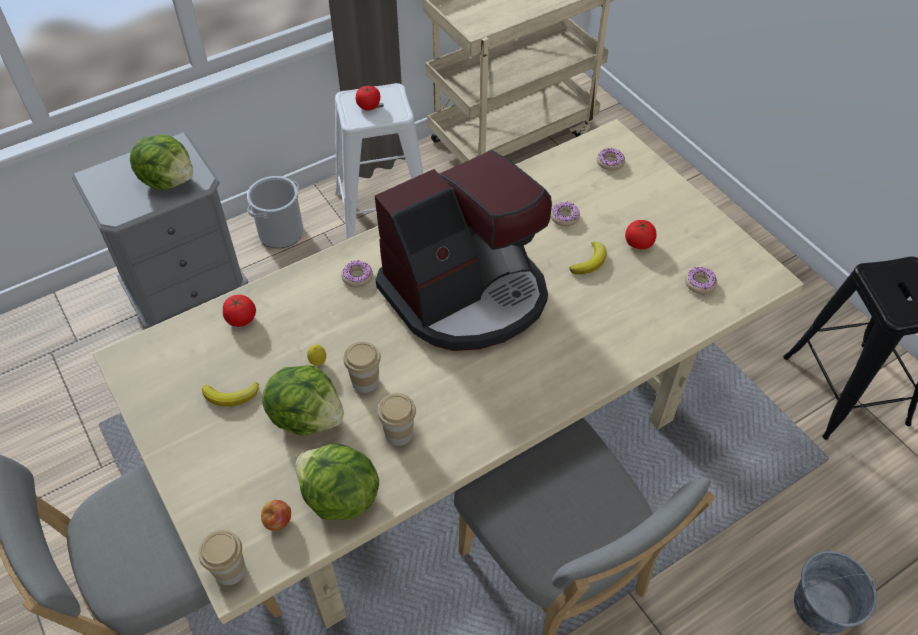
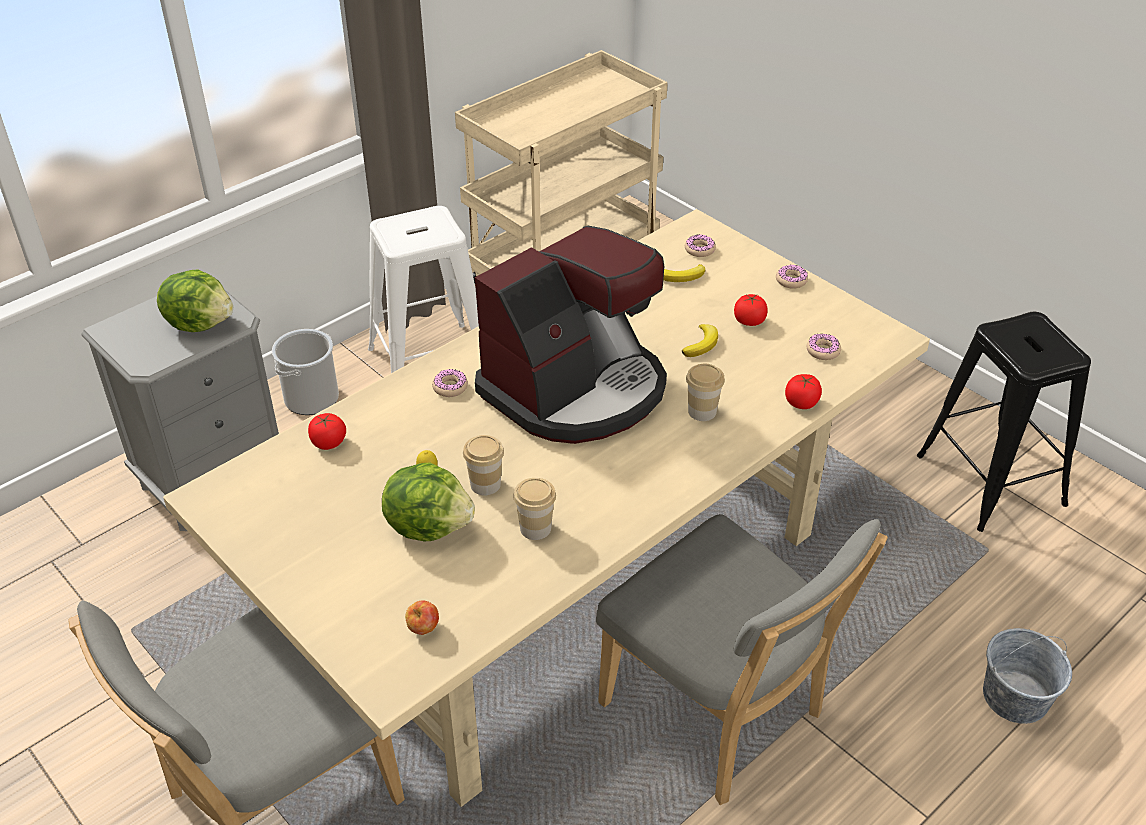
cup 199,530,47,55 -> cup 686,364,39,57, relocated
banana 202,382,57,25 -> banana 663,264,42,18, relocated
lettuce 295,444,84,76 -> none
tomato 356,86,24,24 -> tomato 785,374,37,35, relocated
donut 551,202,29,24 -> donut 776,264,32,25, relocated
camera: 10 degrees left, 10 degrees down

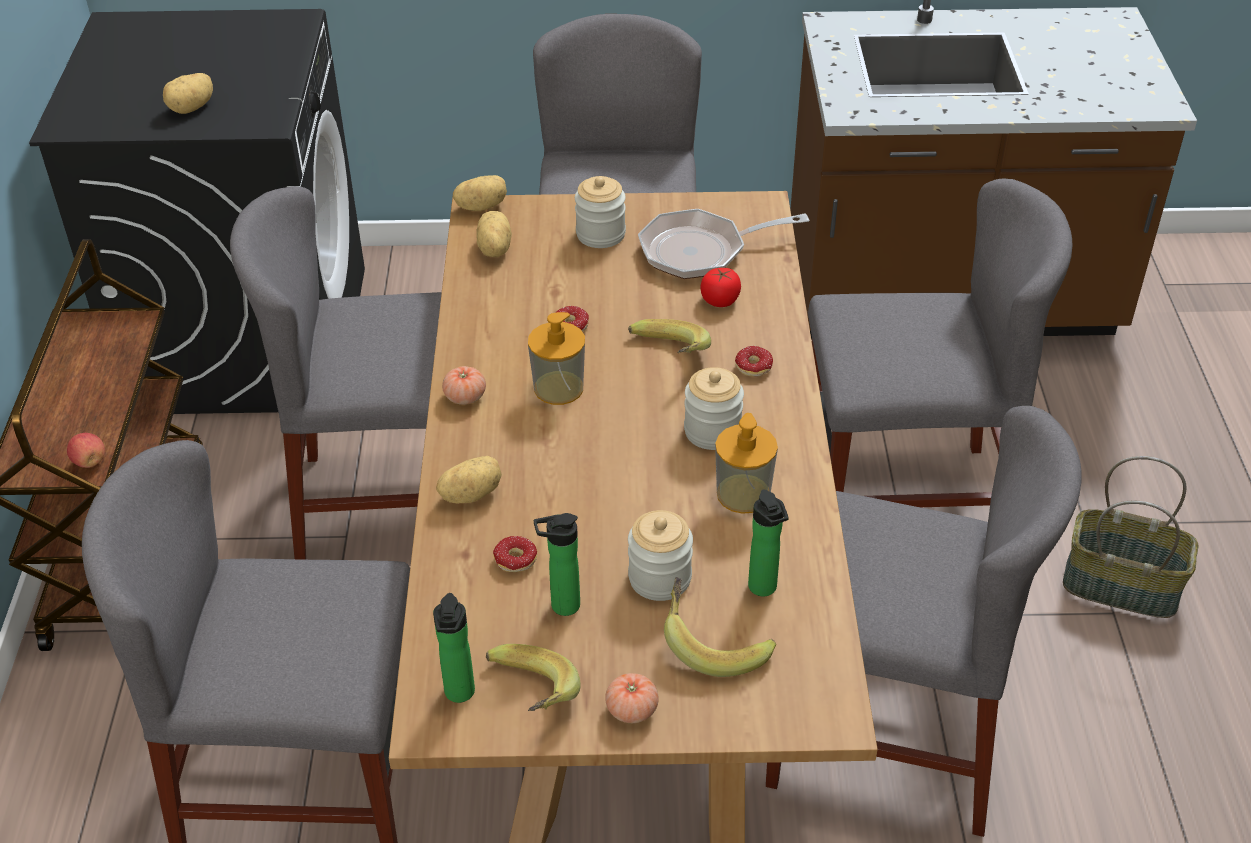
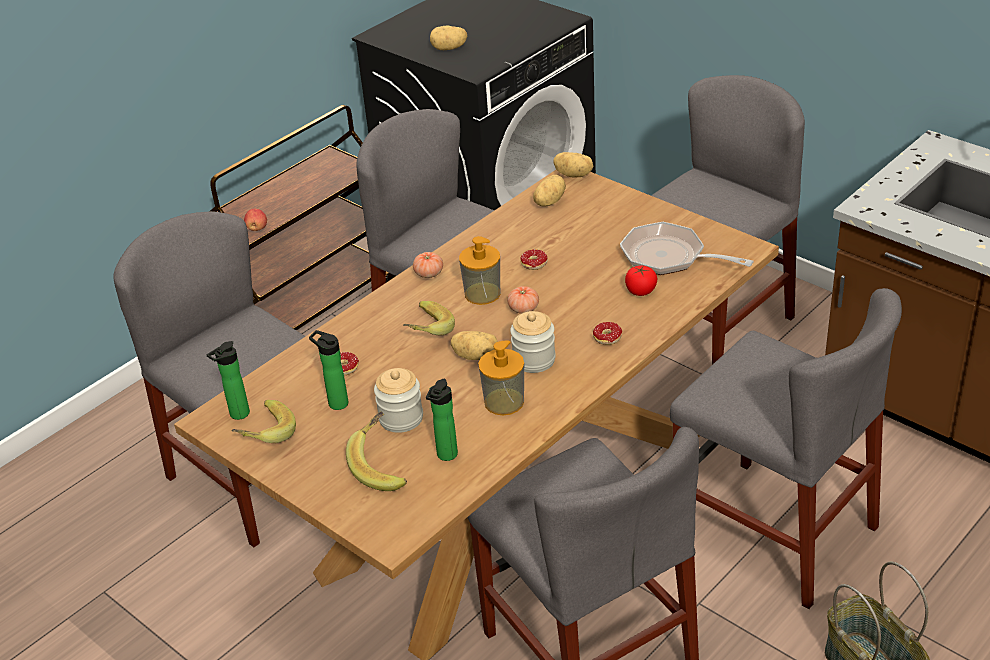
potato 436,456,66,47 -> potato 451,331,47,29, relocated
jar 575,176,51,72 -> none
tomato 605,673,54,50 -> tomato 507,286,32,28, relocated
banana 628,319,83,34 -> banana 403,301,52,35, relocated
camera: 45 degrees right, 5 degrees down

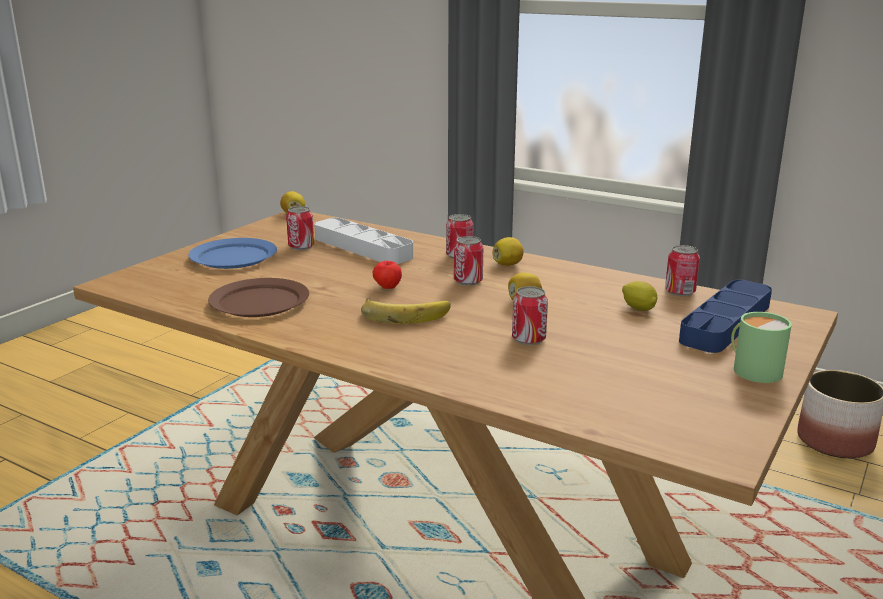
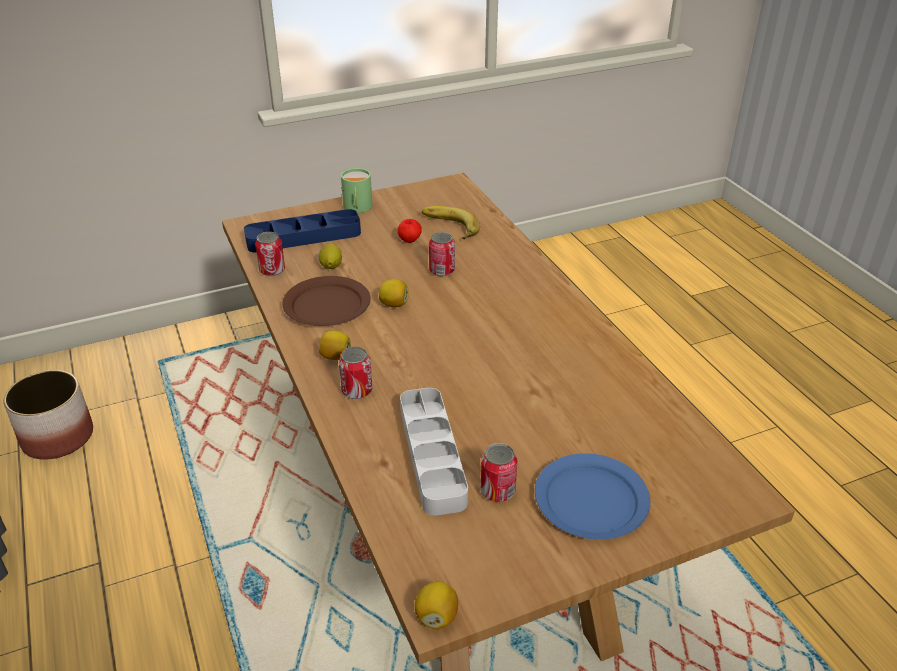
brown plate 208,278,101,39 -> brown plate 282,276,89,50, relocated
banana 361,296,90,28 -> banana 422,206,58,33, relocated
apple 373,261,29,28 -> apple 398,219,24,24, relocated
can 454,236,29,50 -> none
camera: 145 degrees left, 15 degrees up

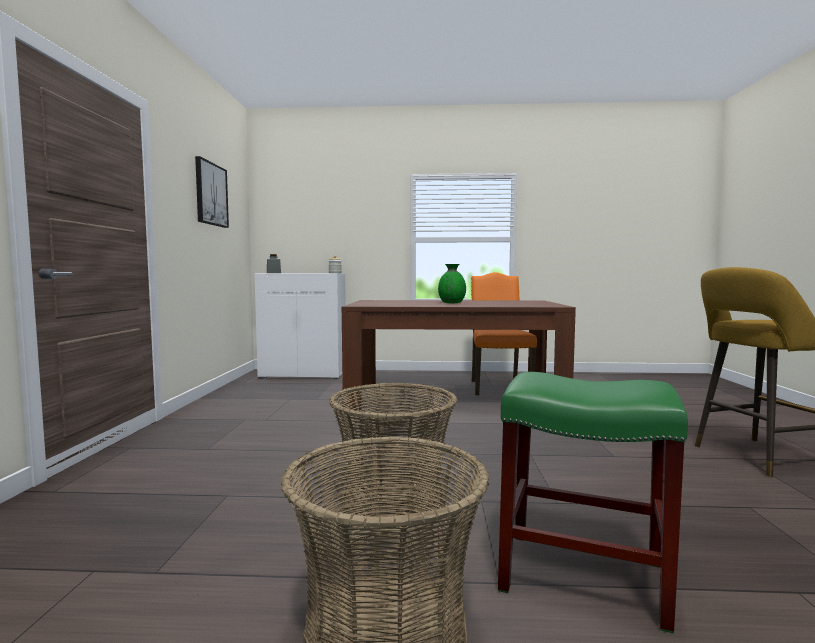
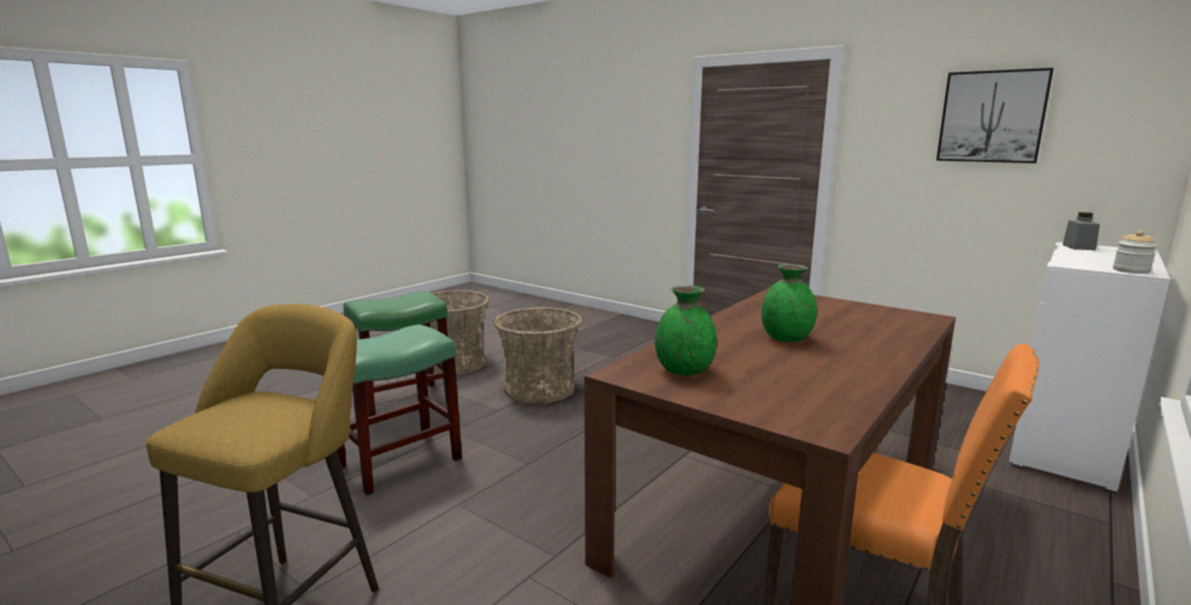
none -> green stool 337,325,125,171
none -> green vase 655,285,62,91
camera: 125 degrees right, 10 degrees up

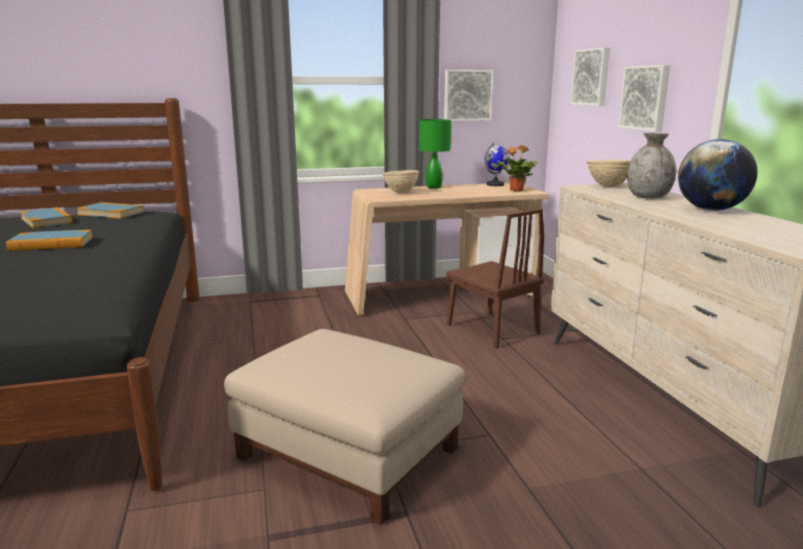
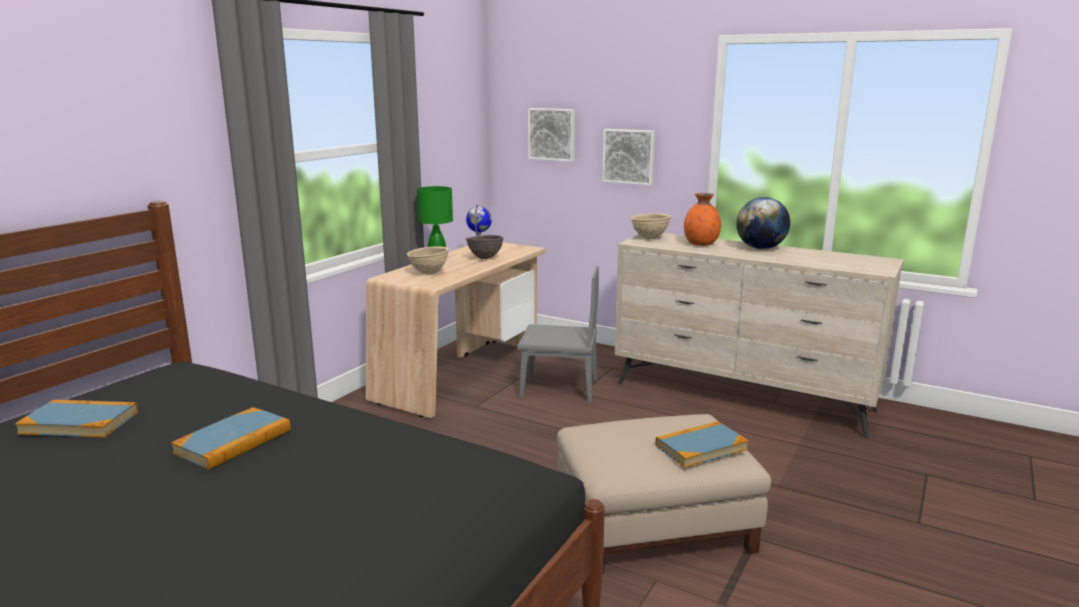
book 76,202,68,17 -> book 655,421,94,47, relocated
picture 444,70,49,51 -> none
brown chair 446,208,98,141 -> grey chair 517,266,82,137
potted plant 497,146,41,46 -> none
grey vase 627,133,49,66 -> orange vase 684,193,37,53
none -> brown bowl 466,235,37,24
camera: 45 degrees left, 0 degrees up

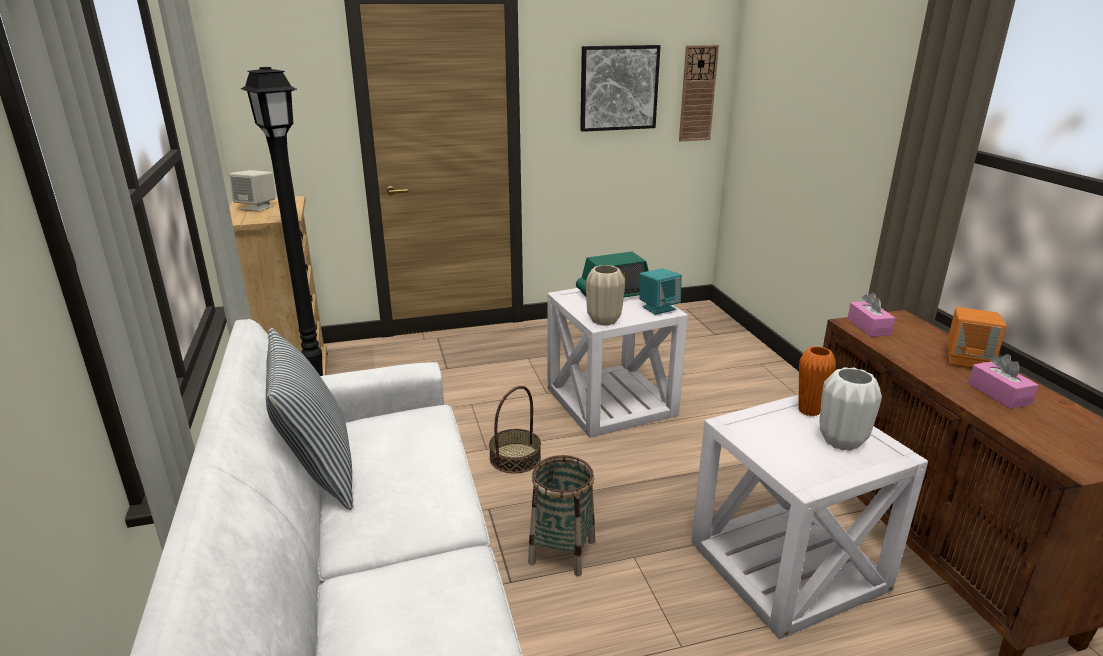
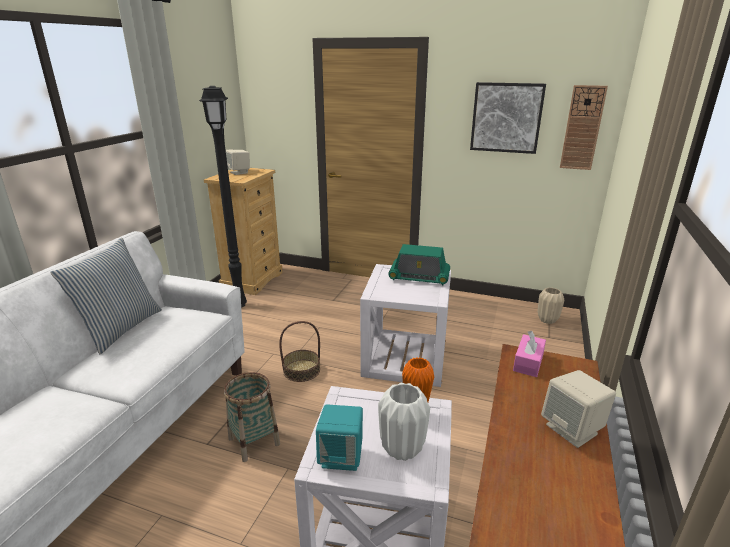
beige vase 586,265,39,61 -> beige vase 538,288,26,36, relocated
turquoise speaker 639,268,43,47 -> turquoise speaker 316,404,47,67, relocated
orange speaker 947,307,60,61 -> beige speaker 541,370,75,78
pink tissue box 968,354,71,55 -> none
camera: 35 degrees right, 0 degrees up

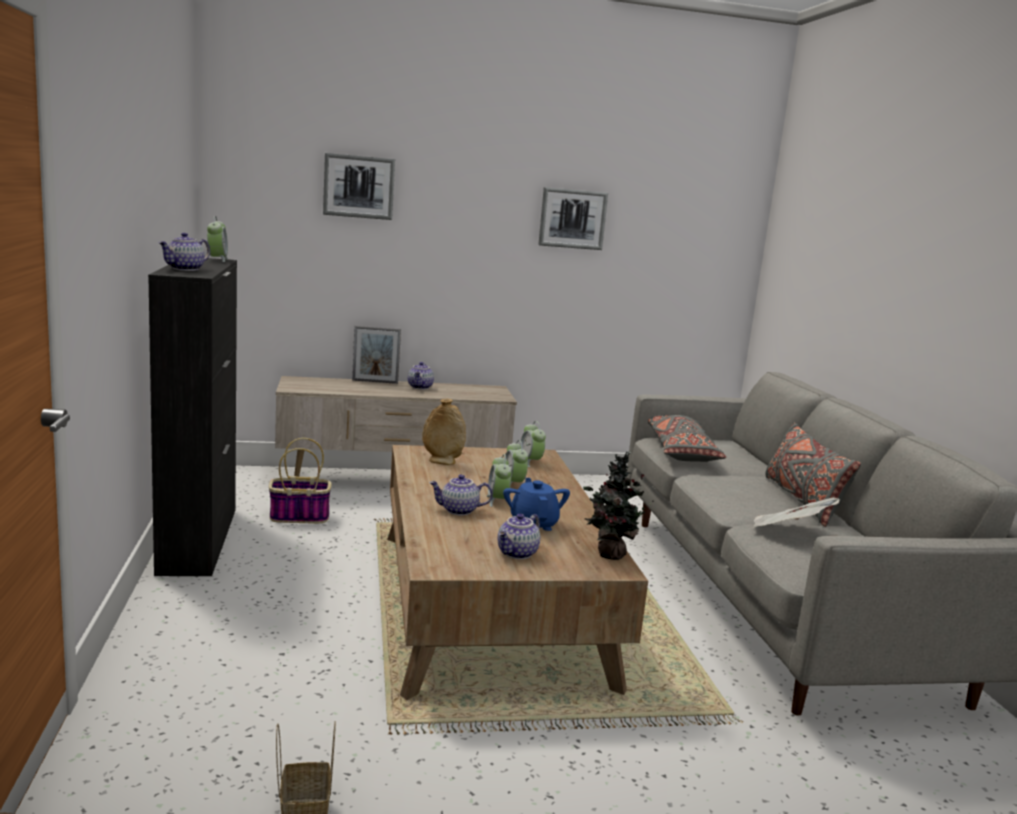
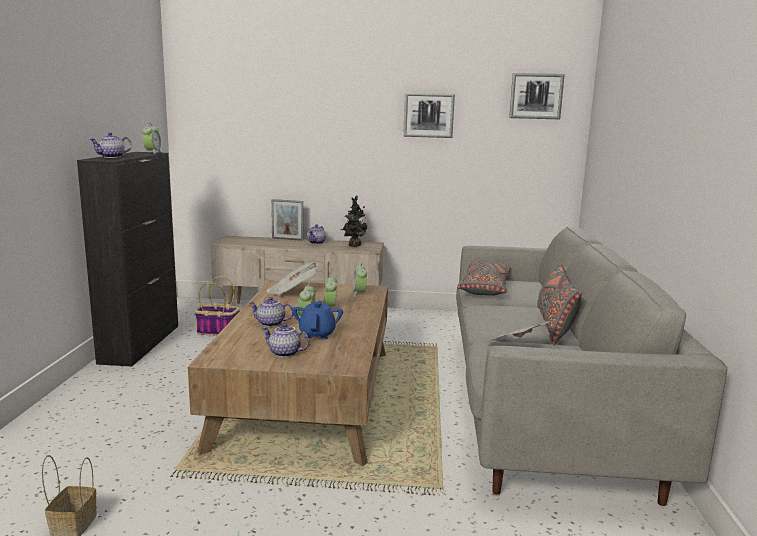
picture 323,153,72,67 -> picture 509,73,56,46, relocated
beige vase 422,399,44,66 -> newspaper 266,262,53,33
teapot 498,514,42,45 -> teapot 261,323,49,34, 60 degrees clockwise
potted plant 583,451,71,109 -> potted plant 341,196,26,51, relocated
camera: 15 degrees right, 0 degrees up

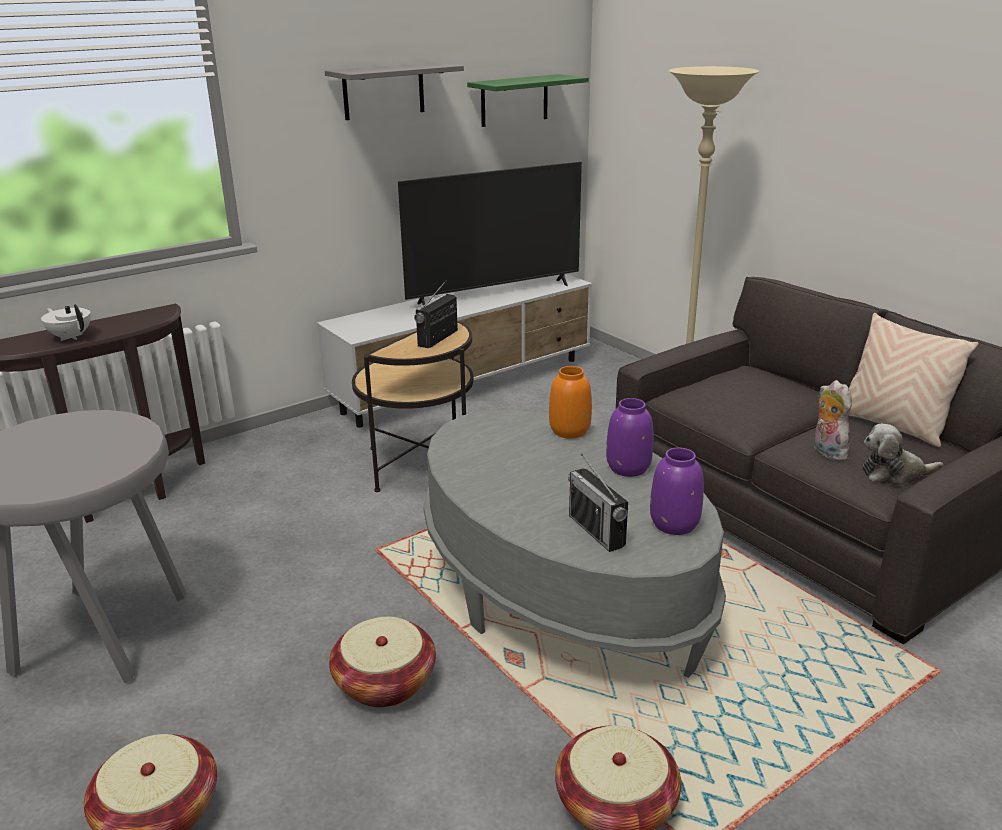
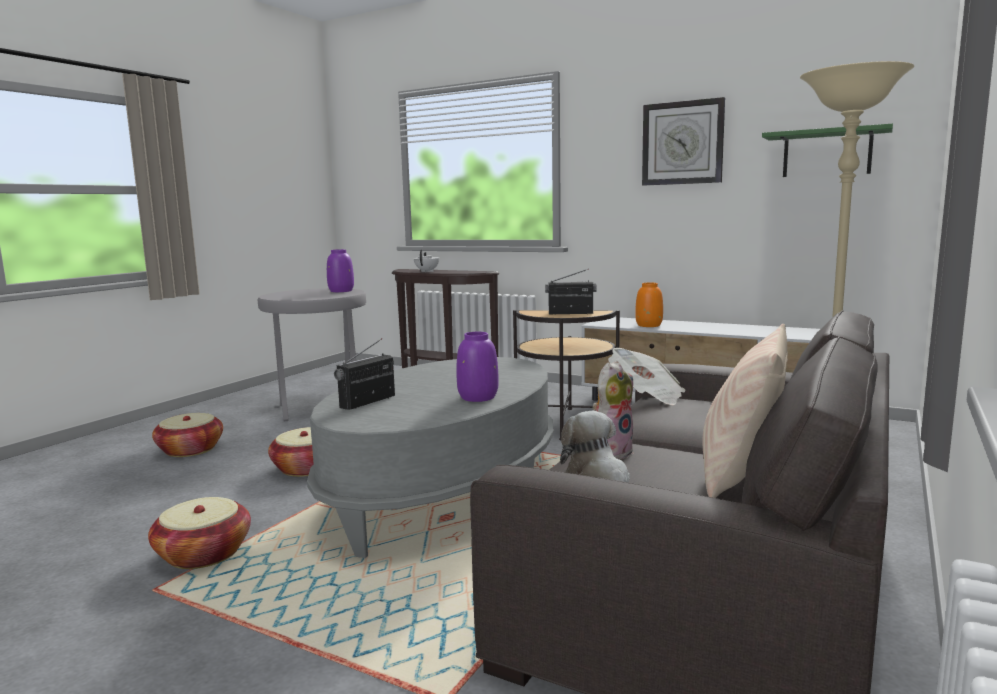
grey shelf 325,62,139,58 -> wall clock 642,97,83,89
television 398,162,184,143 -> none
orange vase 549,366,43,73 -> orange vase 635,282,28,45, relocated
purple vase 650,448,54,87 -> purple vase 327,249,27,43, relocated
none -> newspaper 608,348,77,57
camera: 65 degrees right, 15 degrees down

